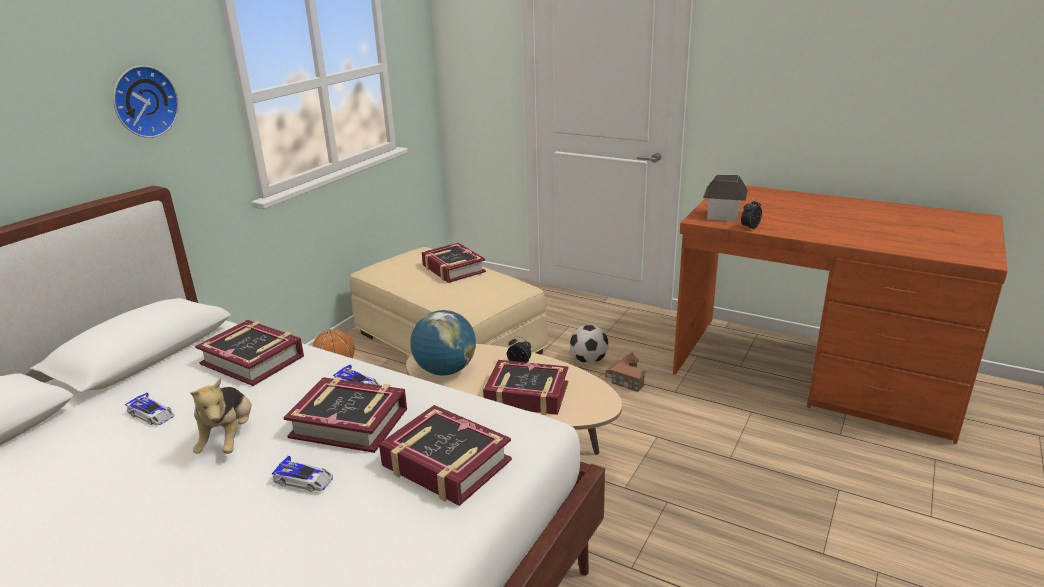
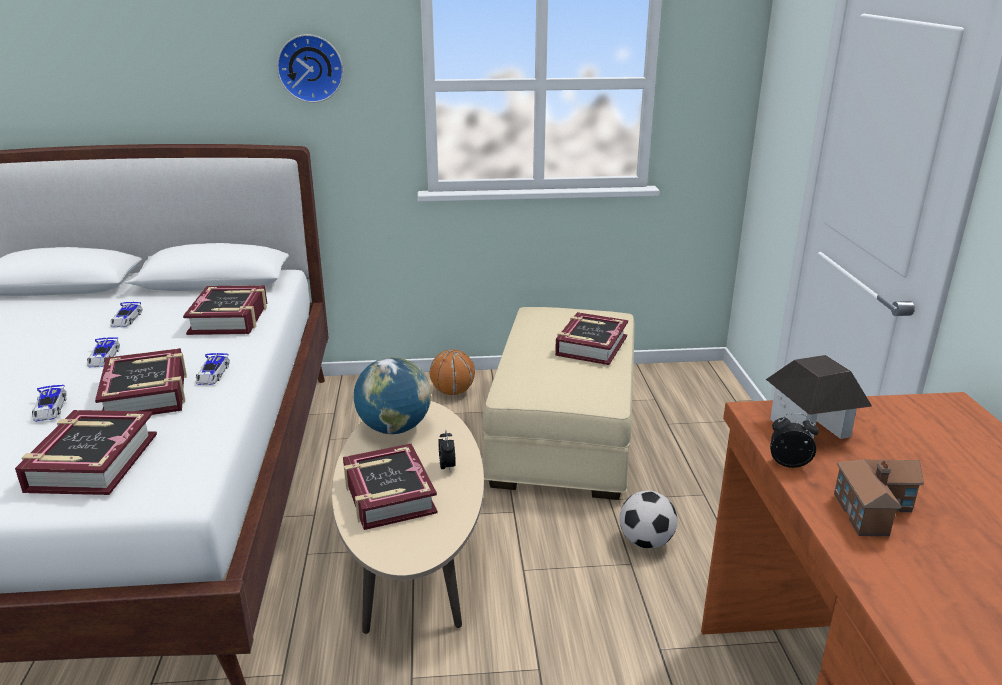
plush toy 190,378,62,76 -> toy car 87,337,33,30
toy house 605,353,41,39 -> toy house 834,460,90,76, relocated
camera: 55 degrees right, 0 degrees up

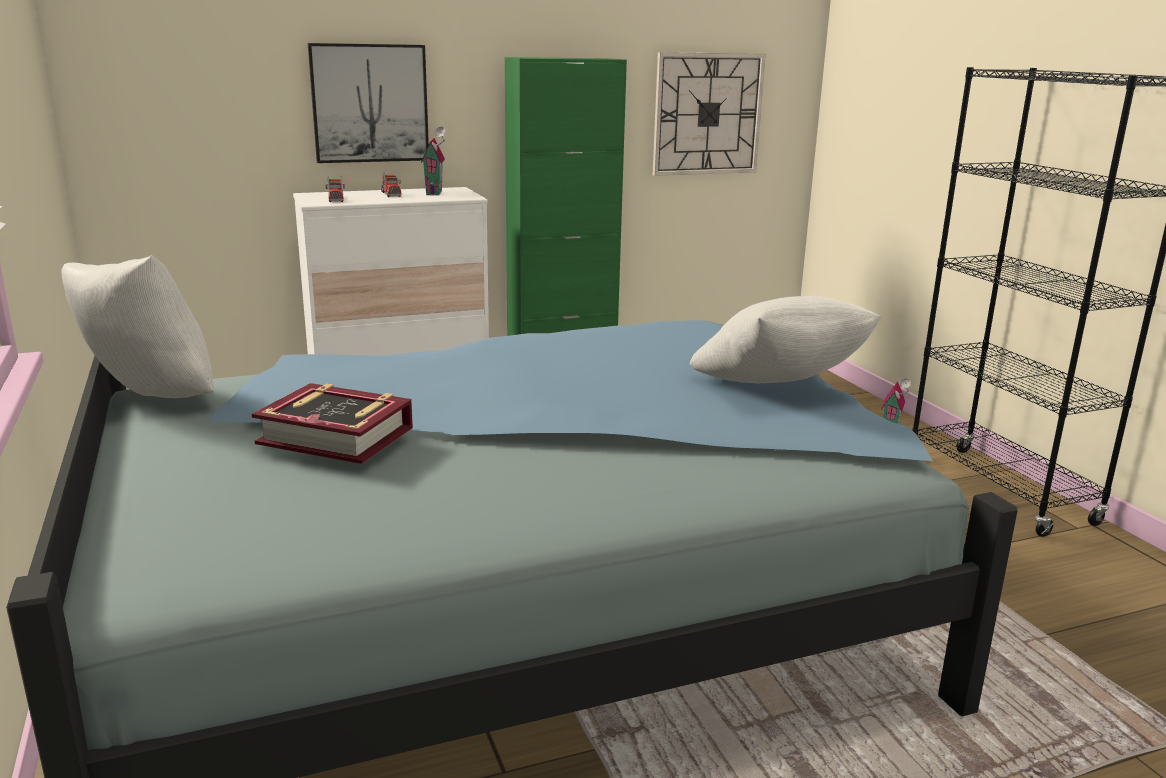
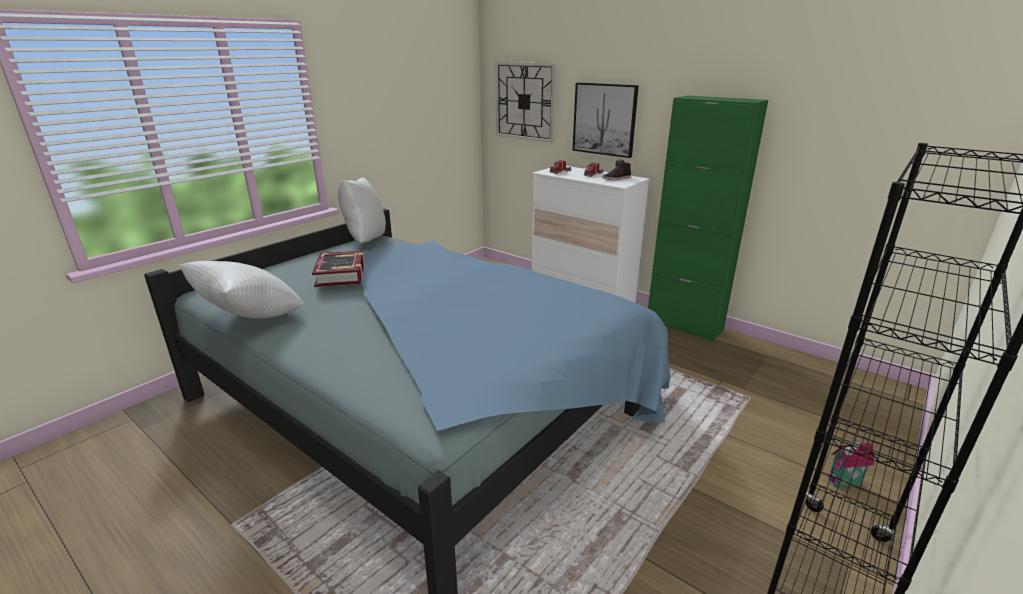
toy house 421,126,24,69 -> black shoe 602,159,29,21
wall clock 653,52,113,124 -> wall clock 495,62,61,81, relocated
white pillow 690,296,191,87 -> white pillow 180,261,123,57, relocated
camera: 60 degrees right, 5 degrees up

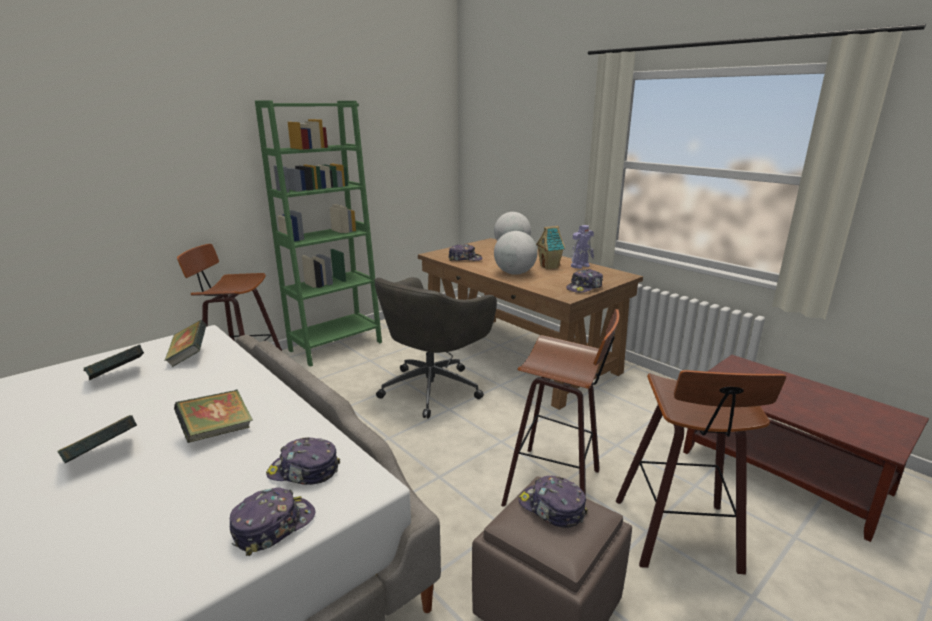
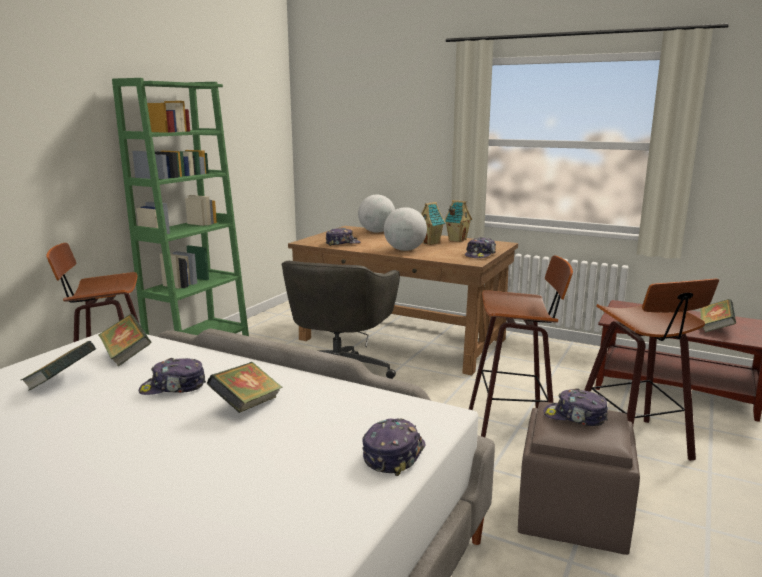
book 58,415,79,48 -> book 700,299,36,33, relocated
cap 266,437,74,48 -> cap 139,358,67,37, relocated
toy robot 571,225,23,44 -> toy house 444,200,28,42
camera: 20 degrees left, 5 degrees down

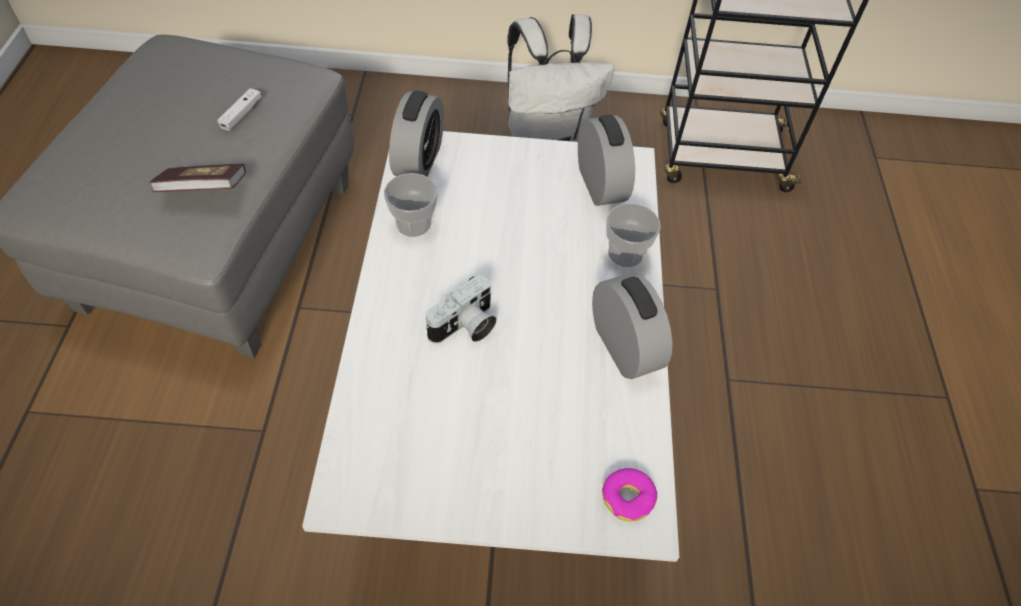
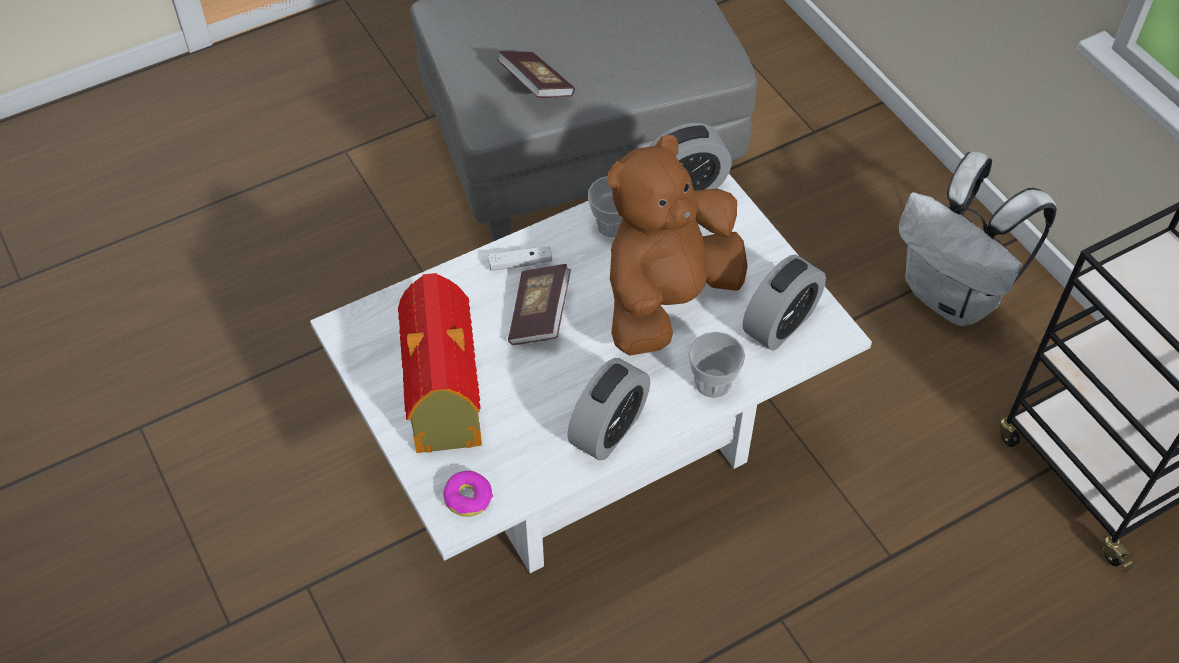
white game controller 217,88,45,43 -> white game controller 488,246,64,25, relocated
photo camera 426,274,71,70 -> book 508,264,63,81
none -> toy house 398,273,84,180
none -> brown plush toy 608,135,140,221
camera: 60 degrees right, 0 degrees up

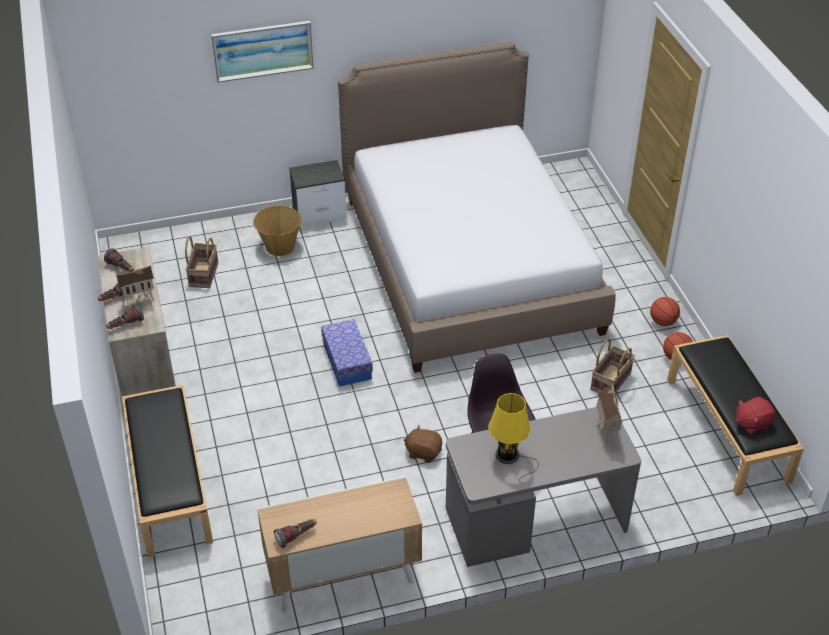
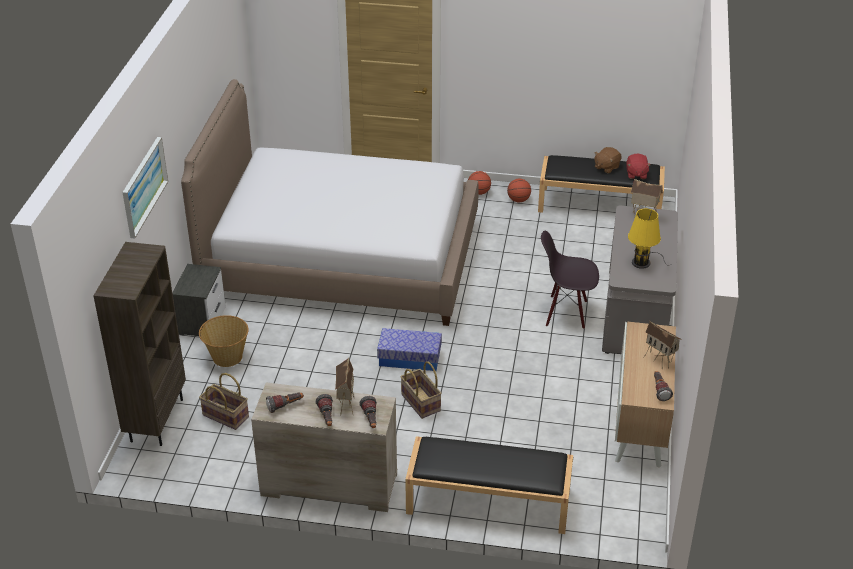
brown plush toy 404,425,38,38 -> brown plush toy 594,147,28,27, relocated
basket 591,338,44,55 -> basket 400,361,42,58, relocated
none -> brown bookcase 93,242,93,204
none -> toy house 643,321,39,48
camera: 65 degrees left, 5 degrees down

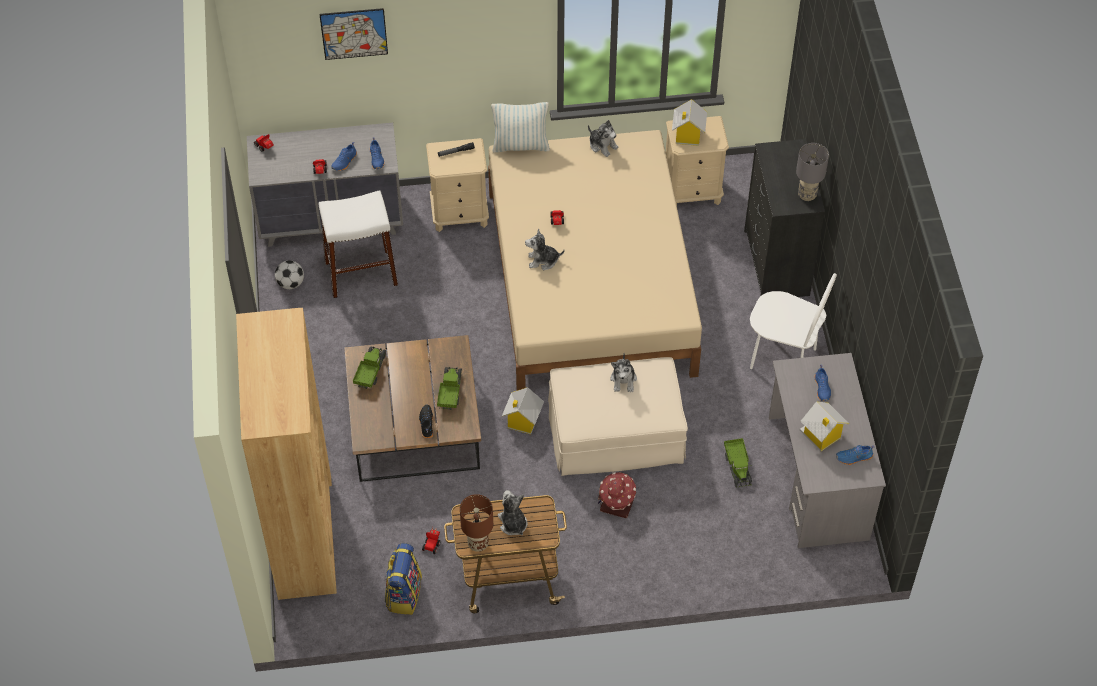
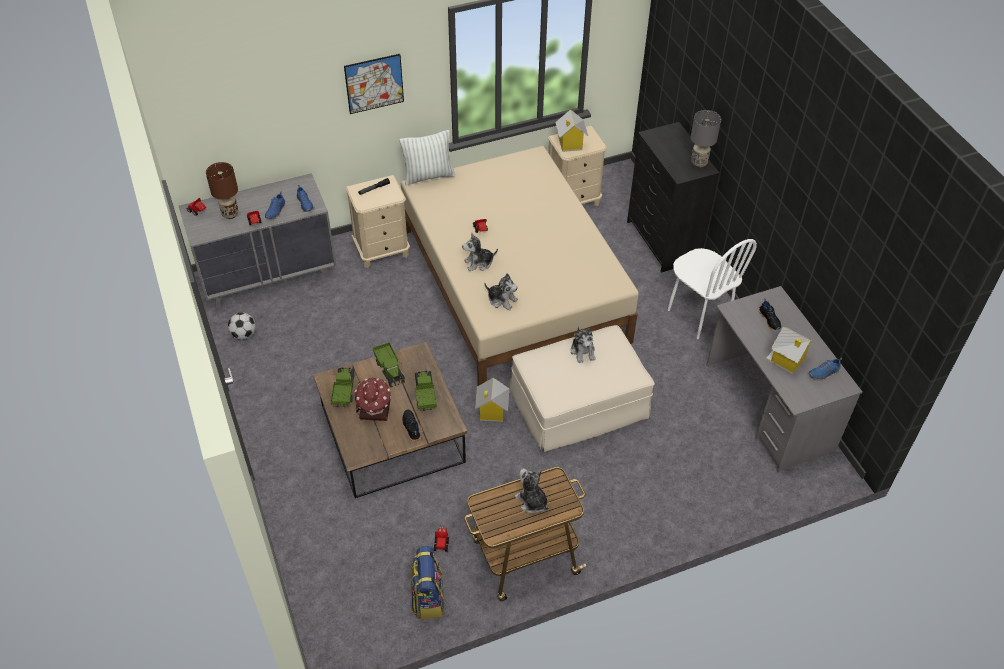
brown bookcase 236,308,101,292 -> none
picture 319,8,69,52 -> picture 344,54,60,60, relocated
white stool 319,190,79,108 -> none
brown table lamp 460,494,33,58 -> brown table lamp 206,162,33,57, relocated
plush toy 588,120,31,37 -> plush toy 484,273,34,37, relocated
toy house 598,472,38,46 -> toy house 355,378,36,43, relocated
toy truck 724,438,28,49 -> toy truck 372,342,33,45, relocated
white chair 750,273,87,96 -> white chair 668,239,89,100, 45 degrees clockwise
blue shoe 814,365,17,36 -> black shoe 759,298,22,32
camera: 15 degrees left, 5 degrees down

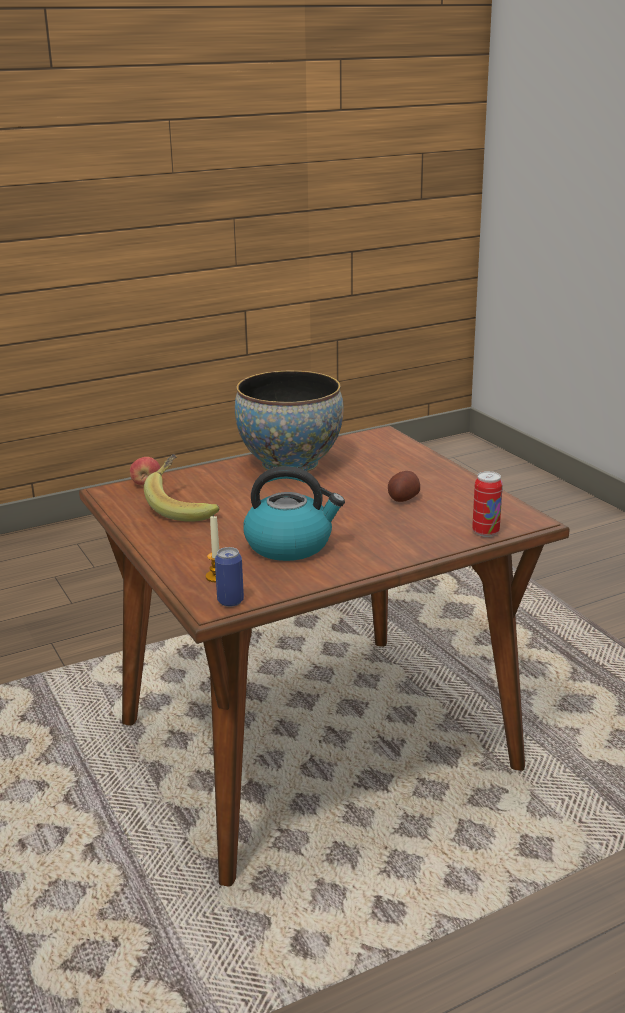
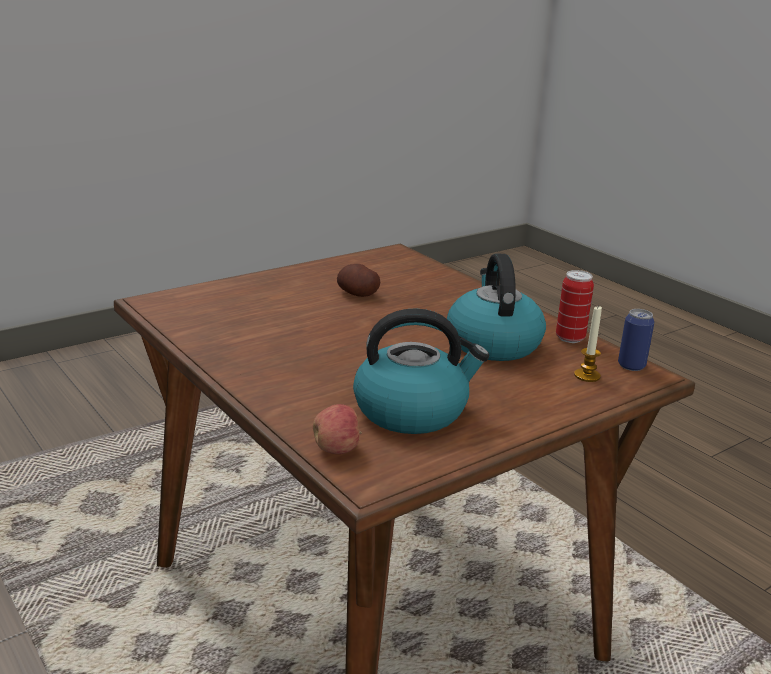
banana 144,454,75,68 -> kettle 353,308,137,126
bowl 235,371,108,101 -> none
can 472,471,31,66 -> can 556,270,38,73, relocated
camera: 100 degrees left, 0 degrees up

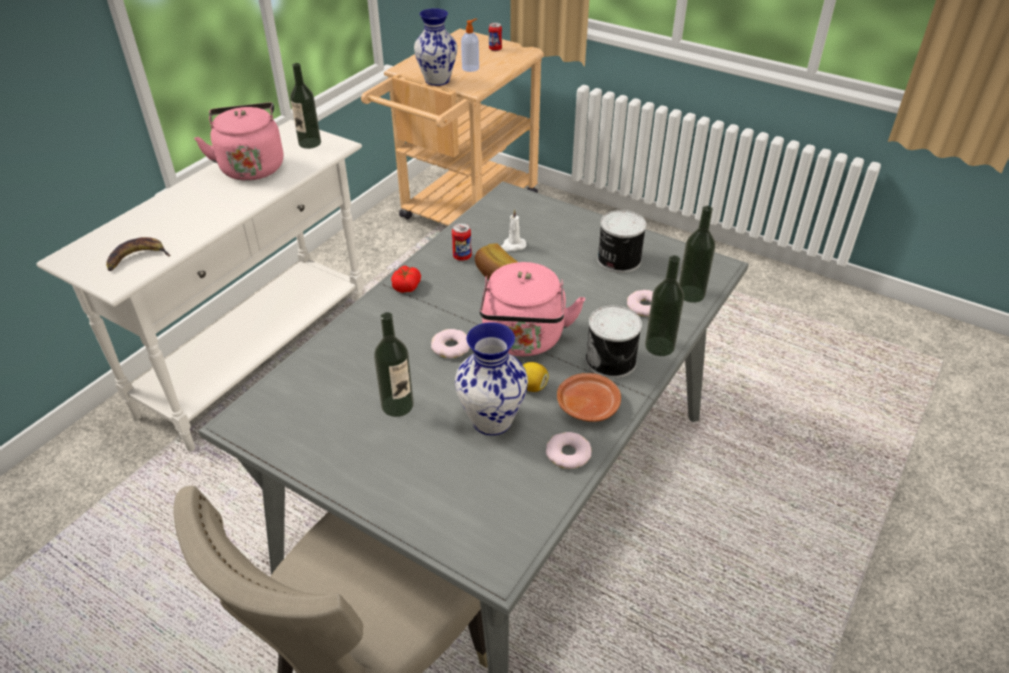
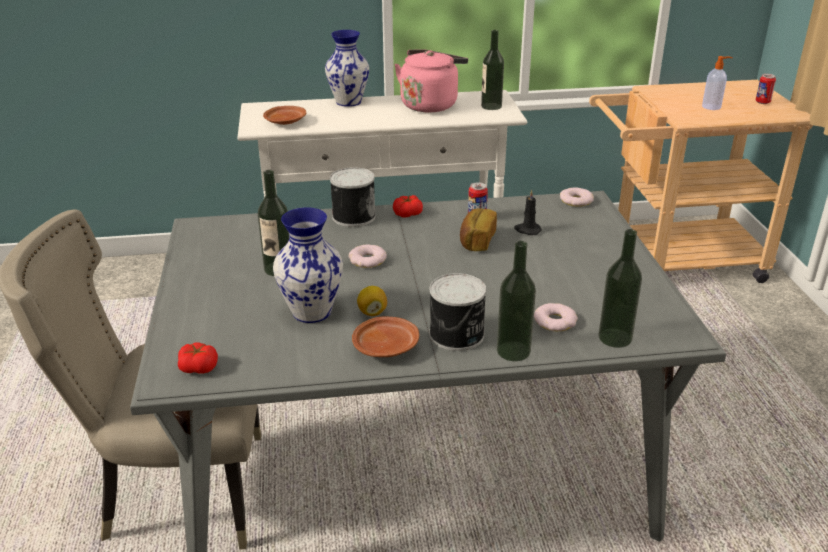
banana 106,237,65,34 -> brown plate 263,106,43,19
vase 414,8,43,78 -> vase 325,30,44,77, relocated
pink kettle 479,262,106,94 -> none
white candle 501,209,26,42 -> black candle 514,190,28,45
donut 546,432,46,37 -> donut 560,187,34,20, relocated
can 597,210,49,63 -> can 330,167,46,60, relocated
none -> tomato 178,342,40,31
camera: 50 degrees right, 10 degrees down

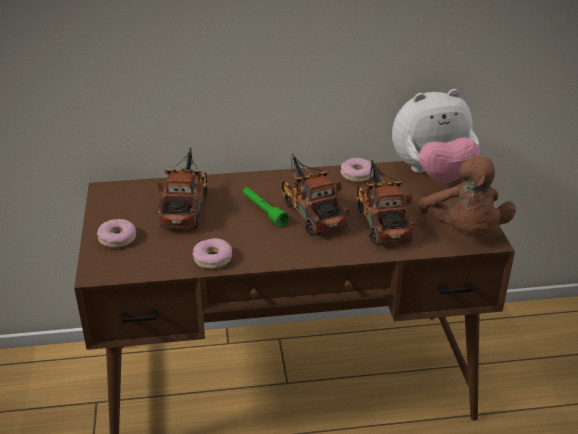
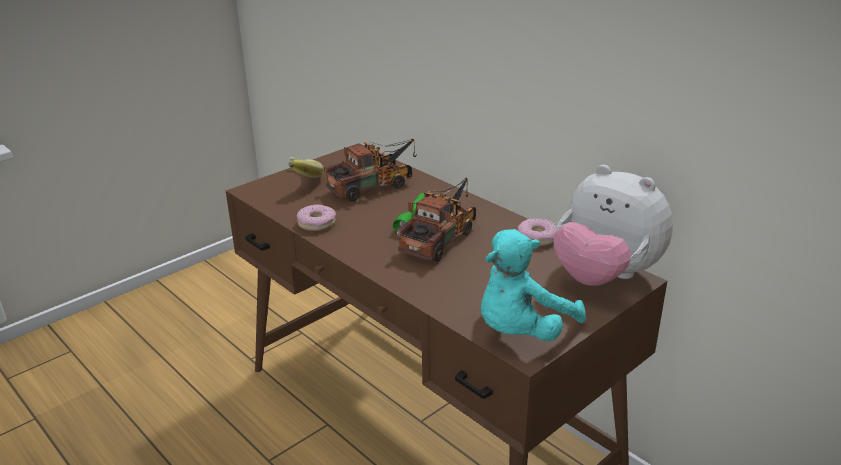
donut 97,219,39,29 -> banana 288,157,36,21
toy truck 356,160,60,85 -> none
brown plush toy 419,156,97,80 -> turquoise plush toy 481,229,105,112
camera: 55 degrees right, 5 degrees down

